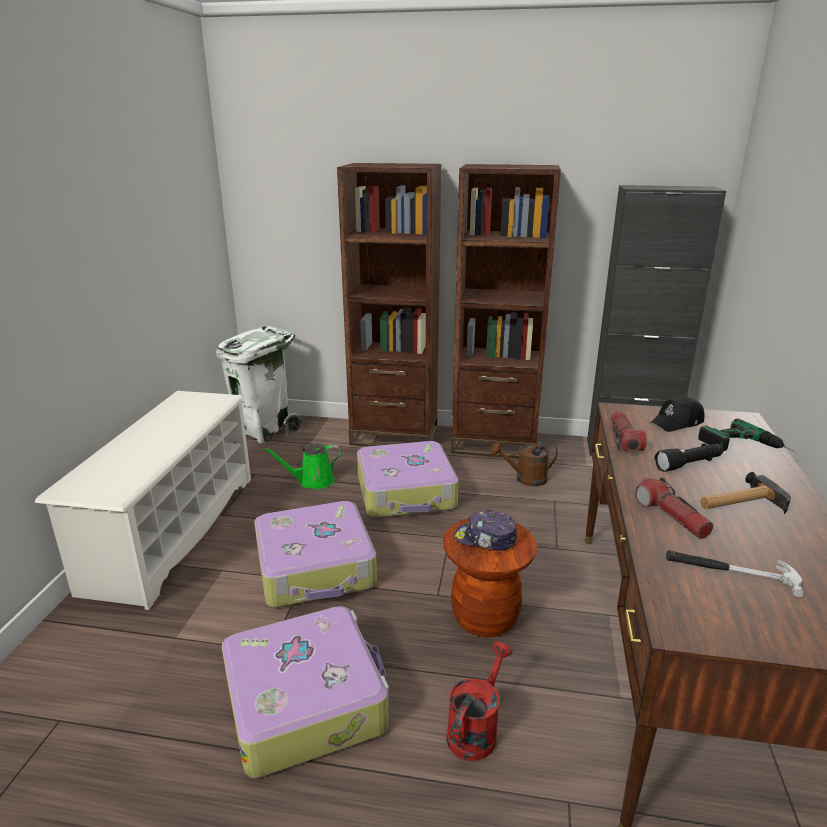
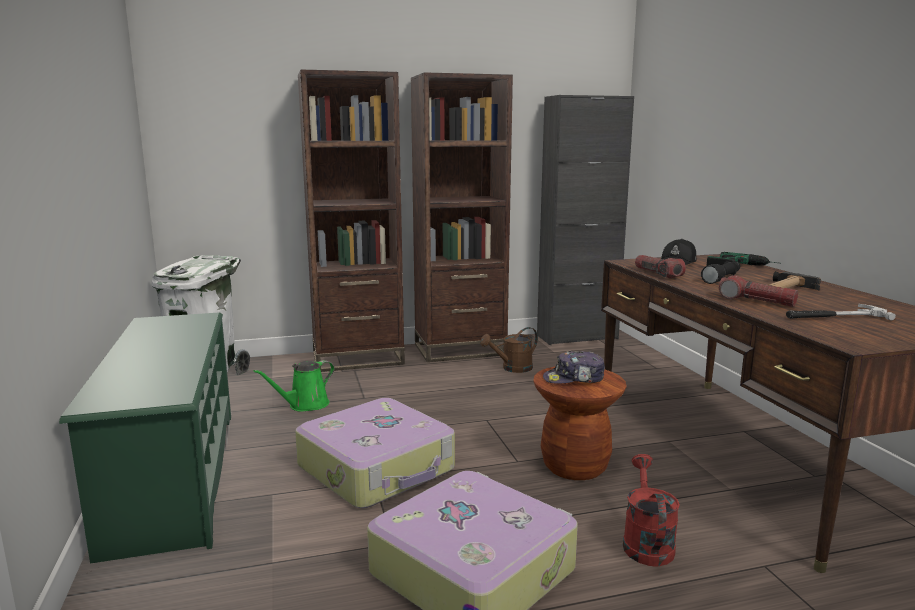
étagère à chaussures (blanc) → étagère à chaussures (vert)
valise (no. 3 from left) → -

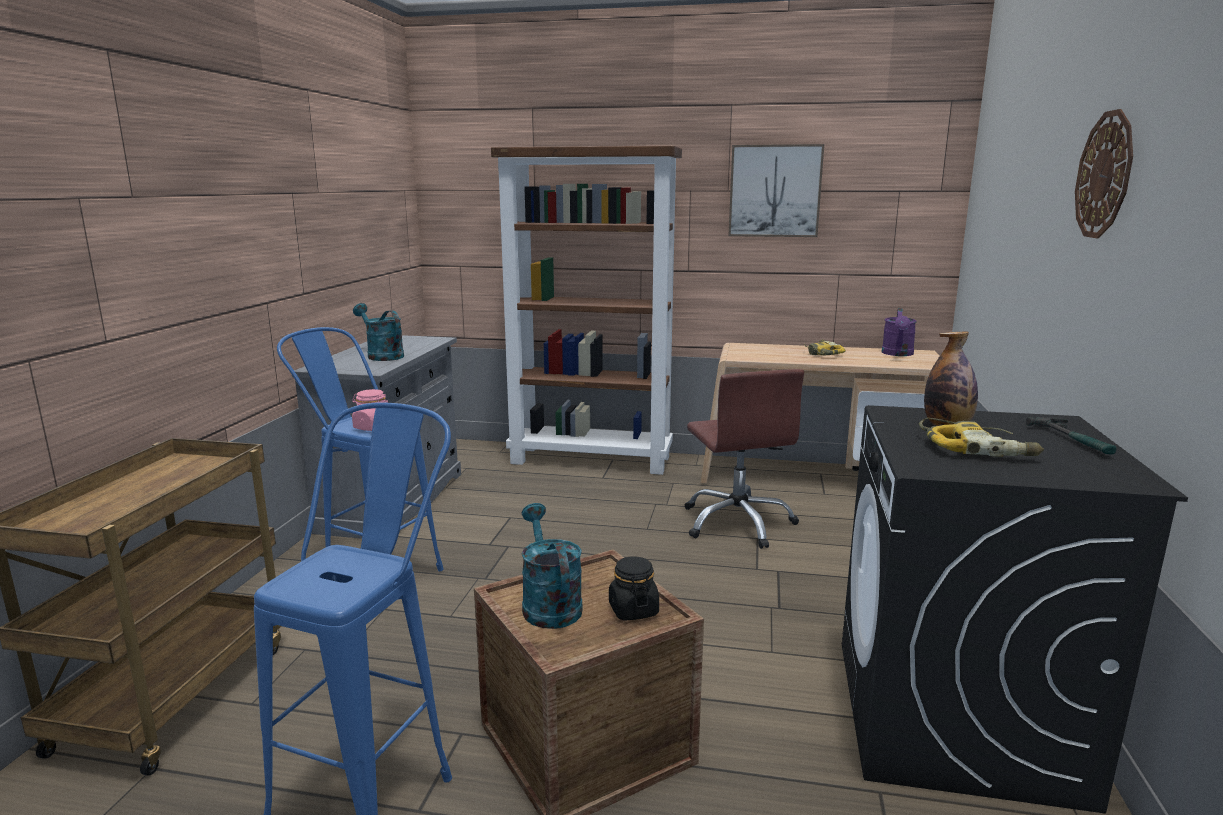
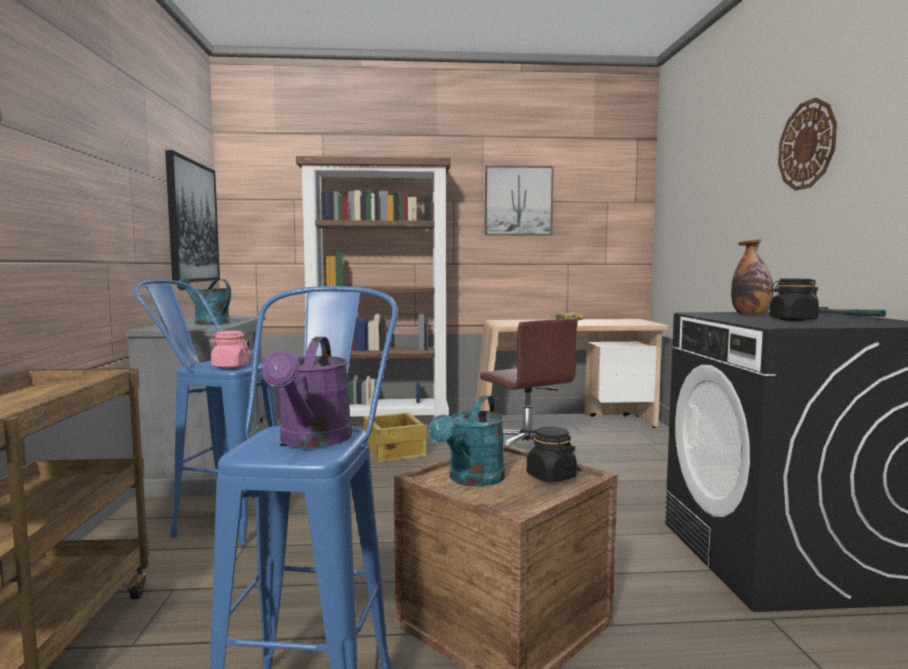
arrosoir (violet), relocated
perceuse (no. 2 from left) → bocal (noir) (no. 2 from left)
arrosoir (turquoise) (no. 2 from left), 120 degrees counterclockwise
- → tableau (no. 1 from left)
- → caisse (no. 1 from left)

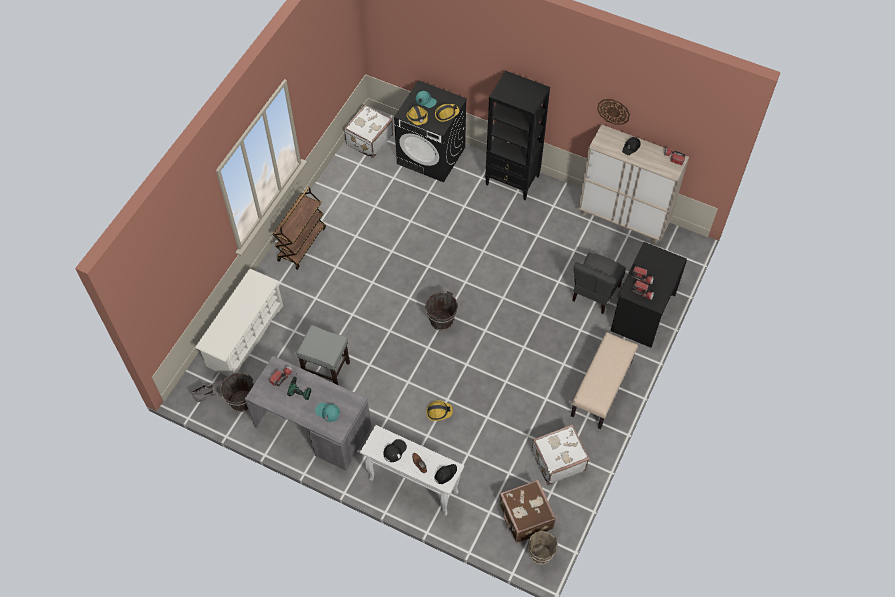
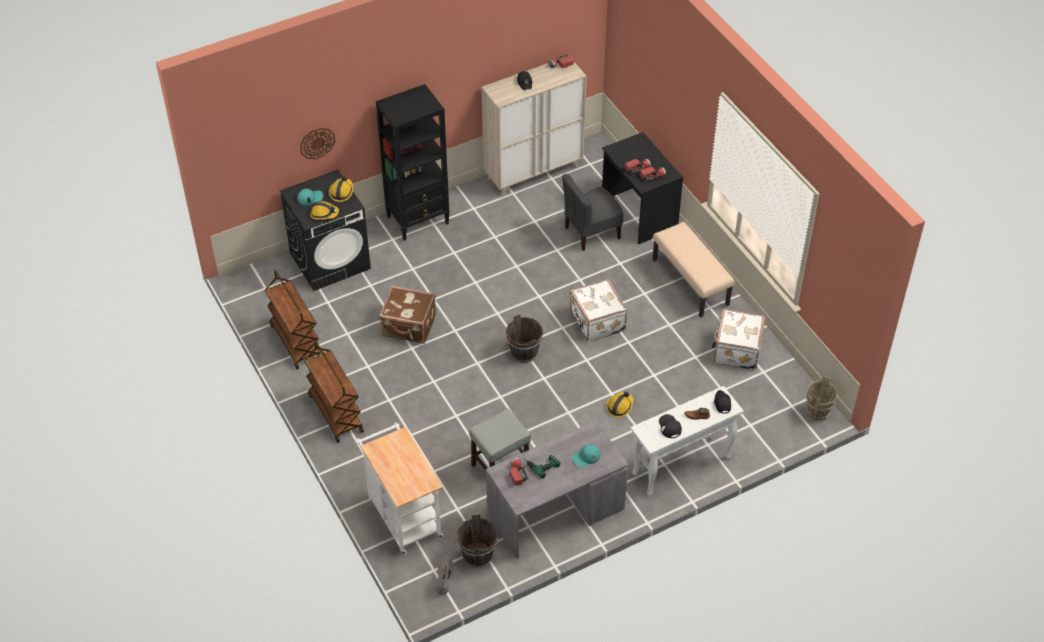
horloge murale, relocated
valise (blanc) (no. 1 from left), relocated
chaise (gris), 90 degrees clockwise
étagère à chaussures (blanc) → chariot (blanc)
valise (marron), relocated
- → chariot (marron) (no. 1 from left)

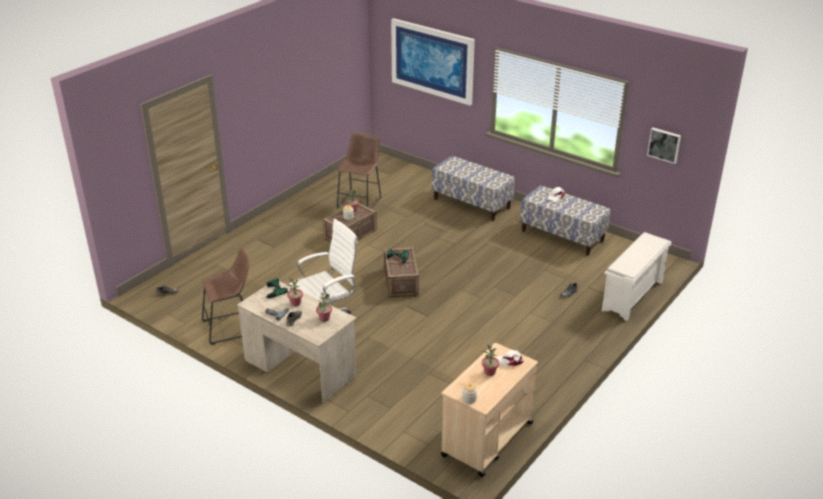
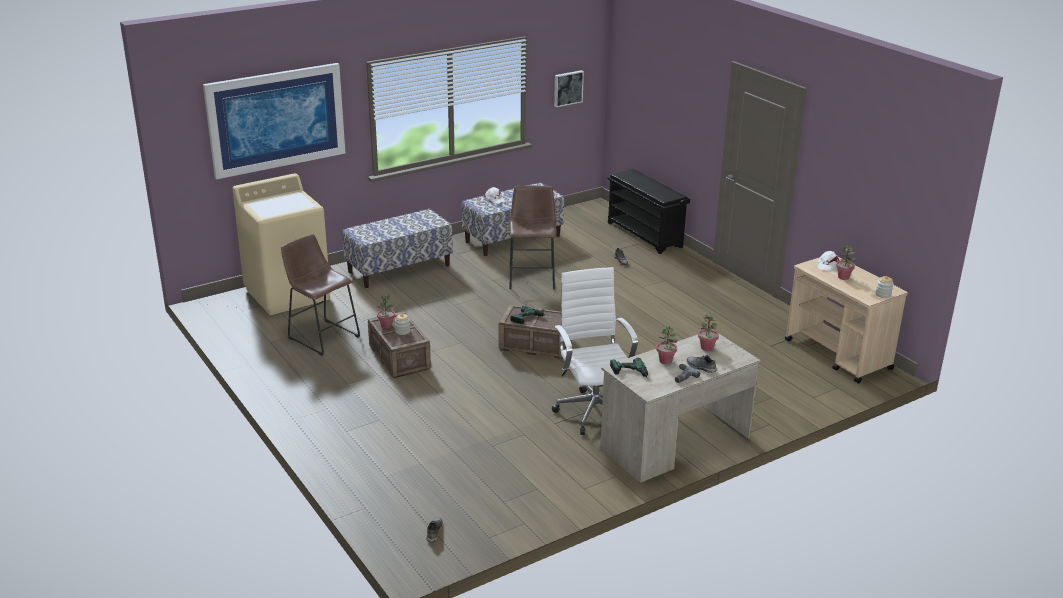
étagère à chaussures (blanc) → étagère à chaussures (noir)
tabouret (marron) (no. 1 from left in the first image) → tabouret (marron) (no. 2 from left), relocated
- → lave-linge (beige)

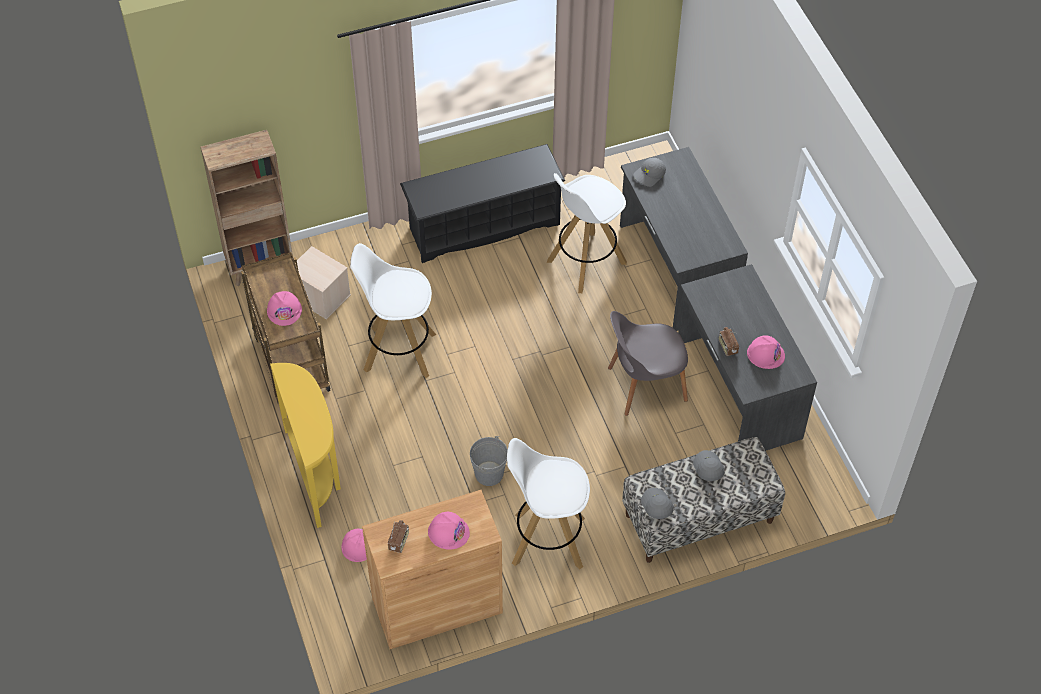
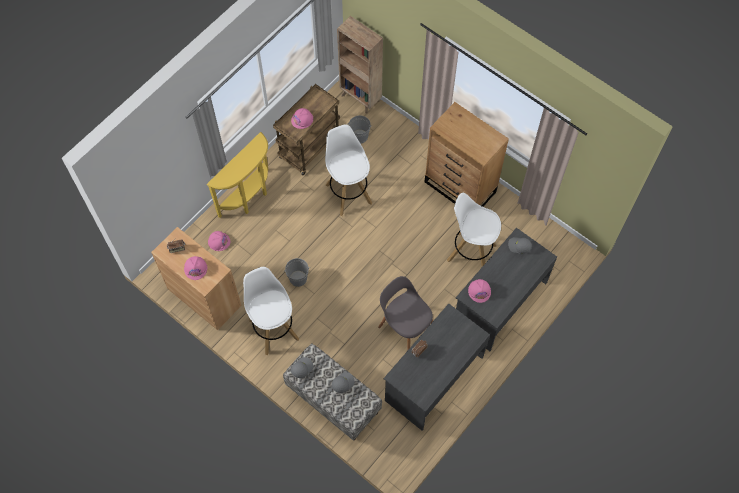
étagère à chaussures (noir) → commode (marron)
boîte de rangement (beige) → seau (gris) (no. 2 from left)
casque de chantier (rose) (no. 4 from left), relocated

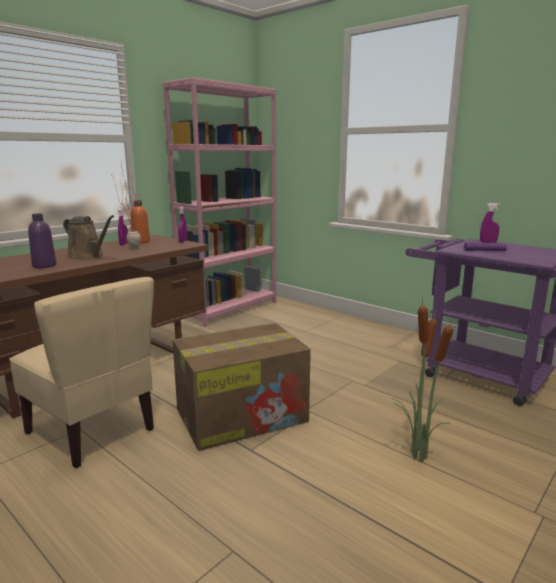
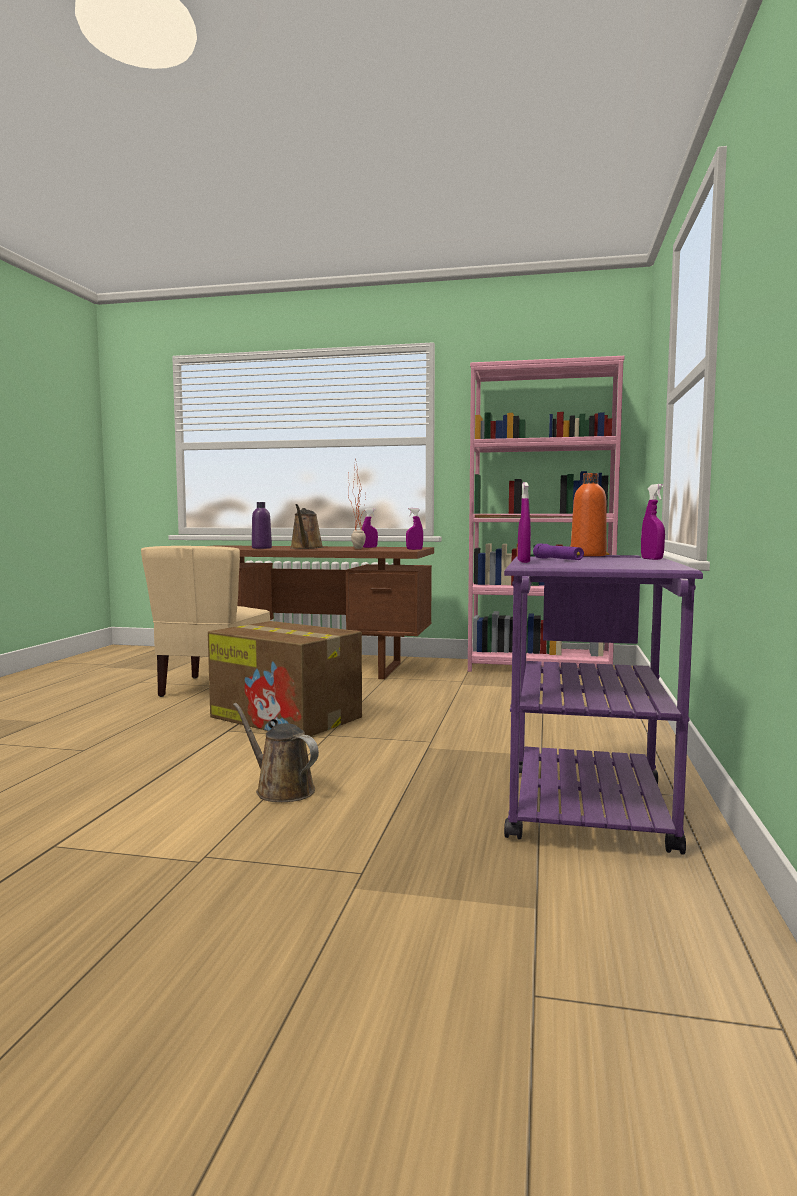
bouteille (orange), relocated
plante en pot (no. 2 from left) → arrosoir (marron) (no. 1 from left)
- → vaporisateur (violet) (no. 3 from left)

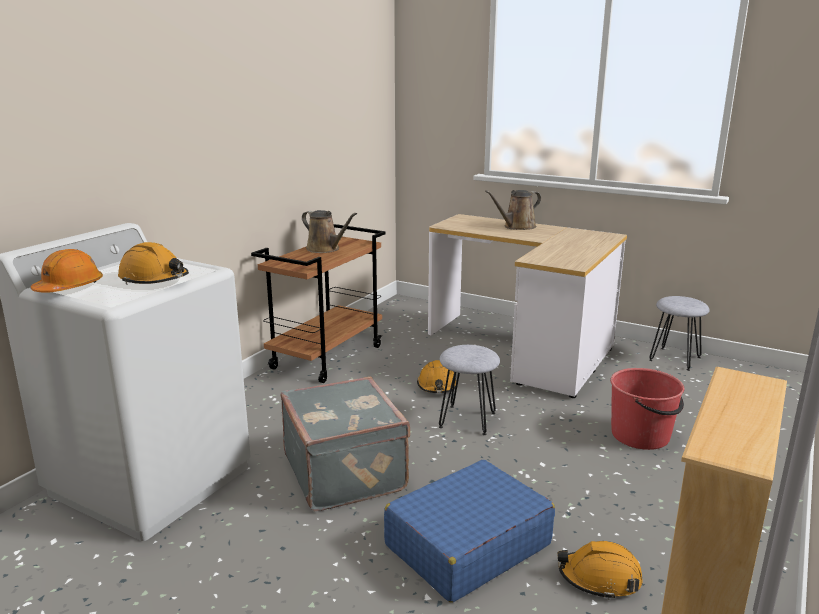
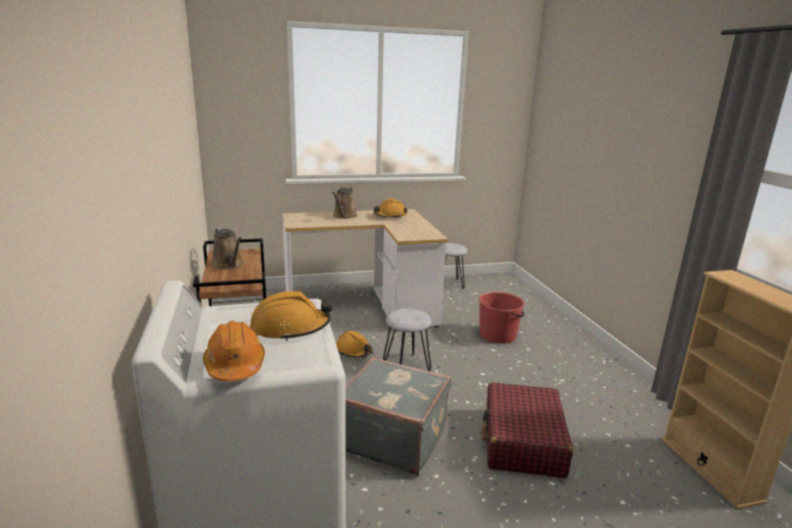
arrosoir (marron) (no. 1 from left), 60 degrees clockwise
valise (bleu) → valise (rouge)
casque de chantier (orange) (no. 4 from left), relocated

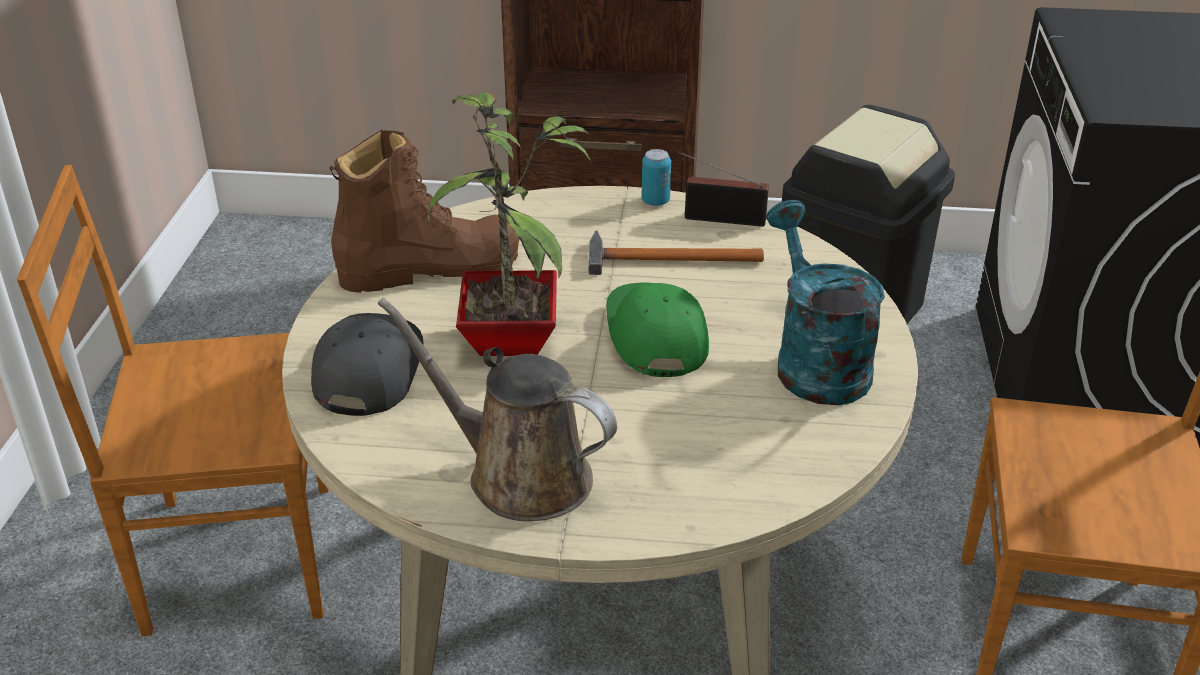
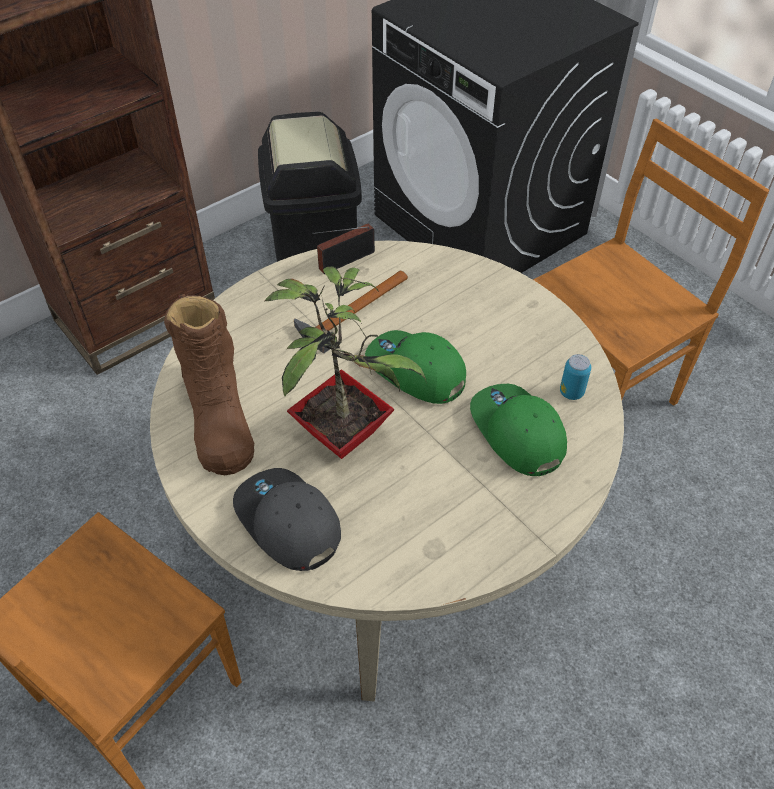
botte (marron), 135 degrees clockwise
boîte métallique, relocated
arrosoir (turquoise) → -
arrosoir (marron) → -
- → casquette (vert) (no. 2 from left)

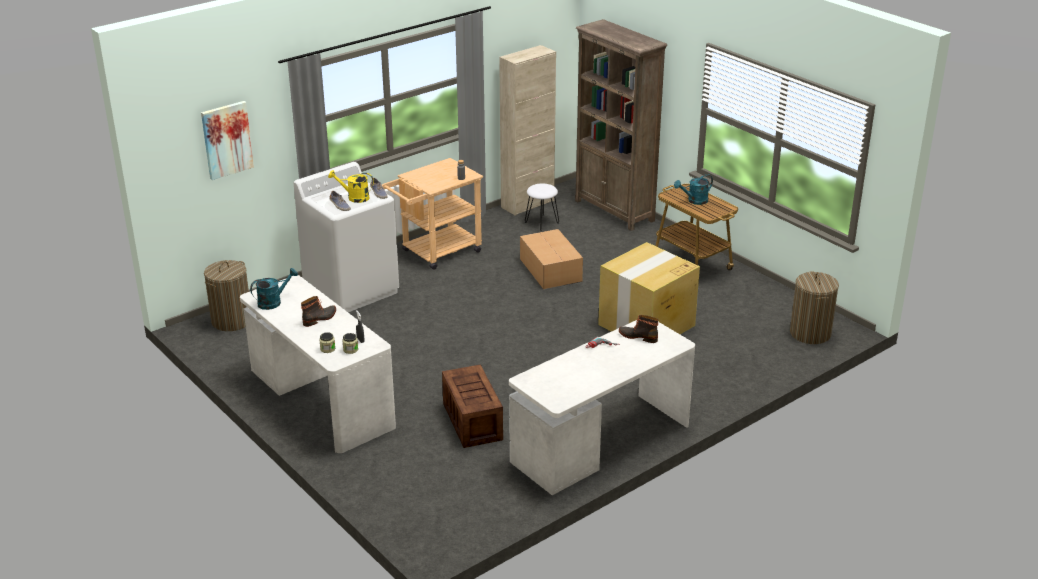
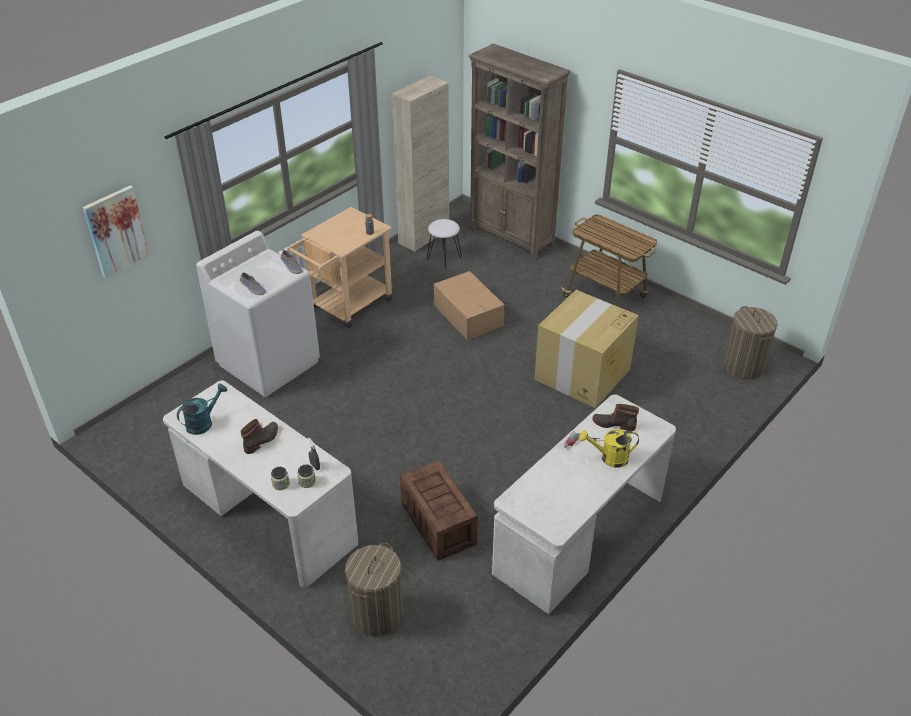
arrosoir (jaune), relocated
arrosoir (turquoise) (no. 2 from left) → -
panier à linge (no. 1 from left), relocated

